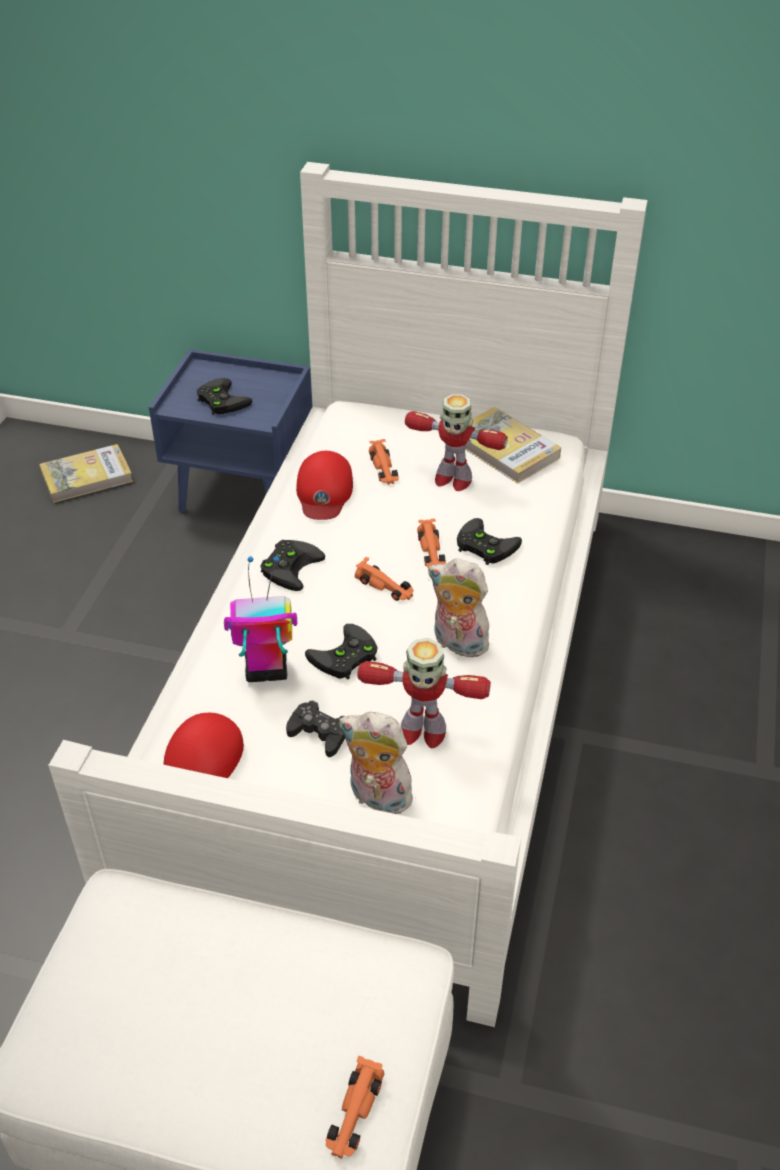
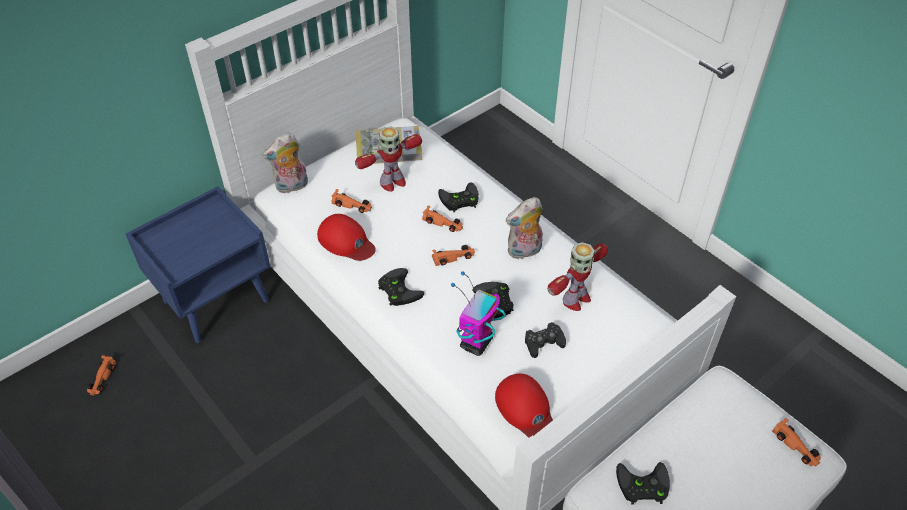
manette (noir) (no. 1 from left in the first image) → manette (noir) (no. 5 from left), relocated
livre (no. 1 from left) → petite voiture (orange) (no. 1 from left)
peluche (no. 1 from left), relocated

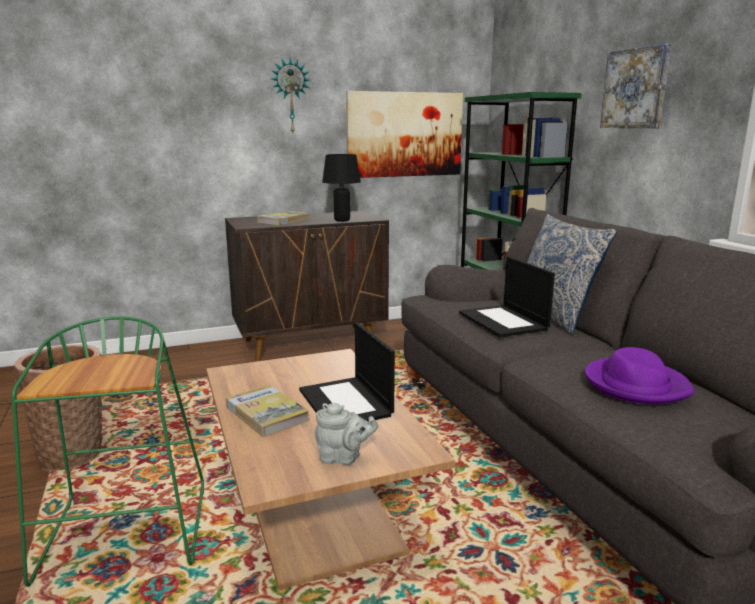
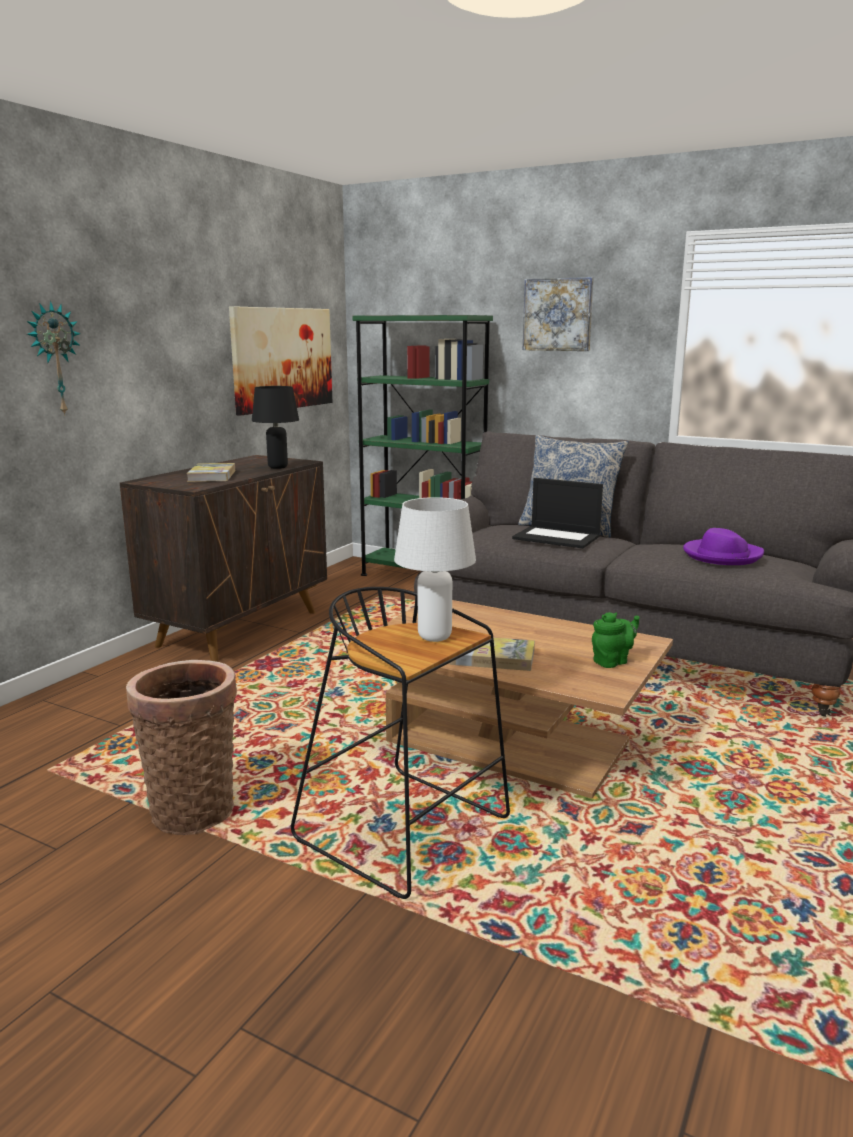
horloge murale, relocated
tabouret (vert) → tabouret (noir)
ordinateur portable (no. 1 from left) → -
théière (gris) → théière (vert)
- → lampe de table (blanc)

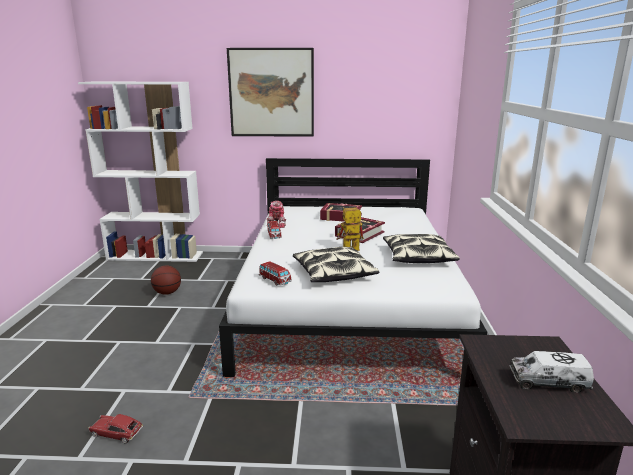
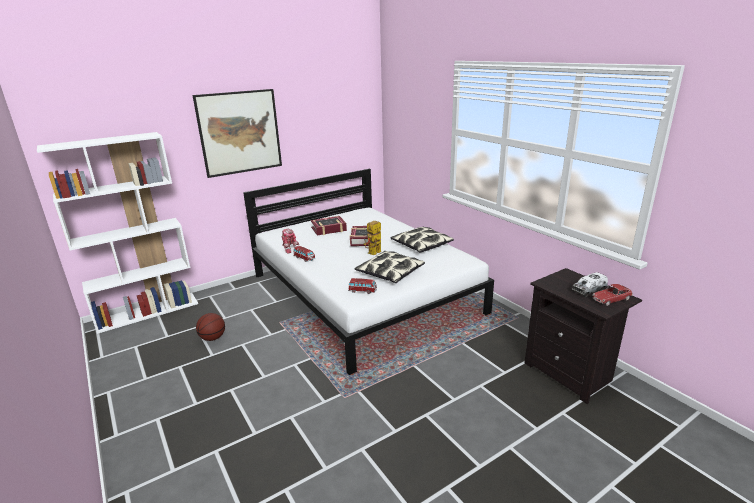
petite voiture (no. 1 from left in the first image) → petite voiture (no. 3 from left), relocated

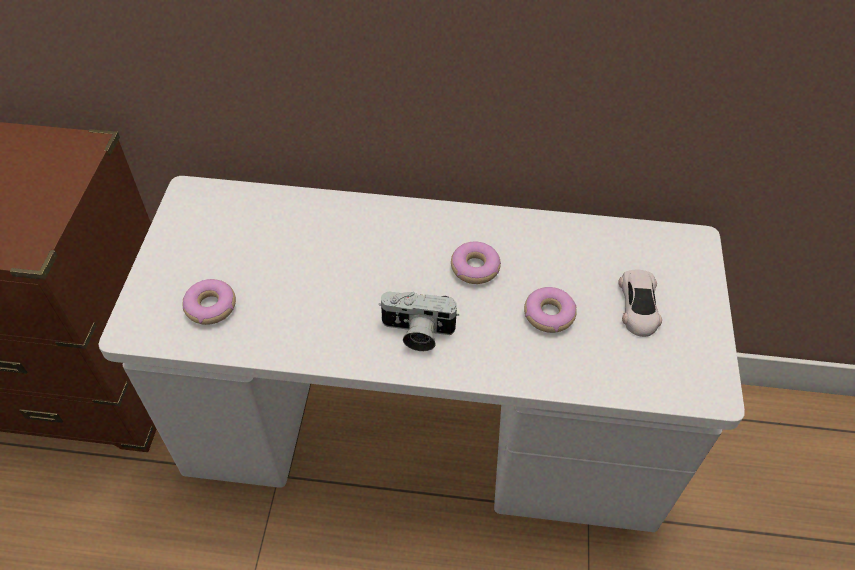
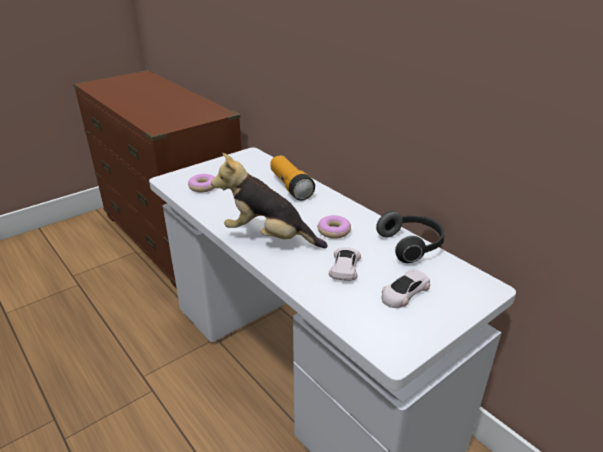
beignet (no. 3 from left) → petite voiture (blanc) (no. 1 from left)
appareil photo → peluche
- → lampe de poche
- → casque audio

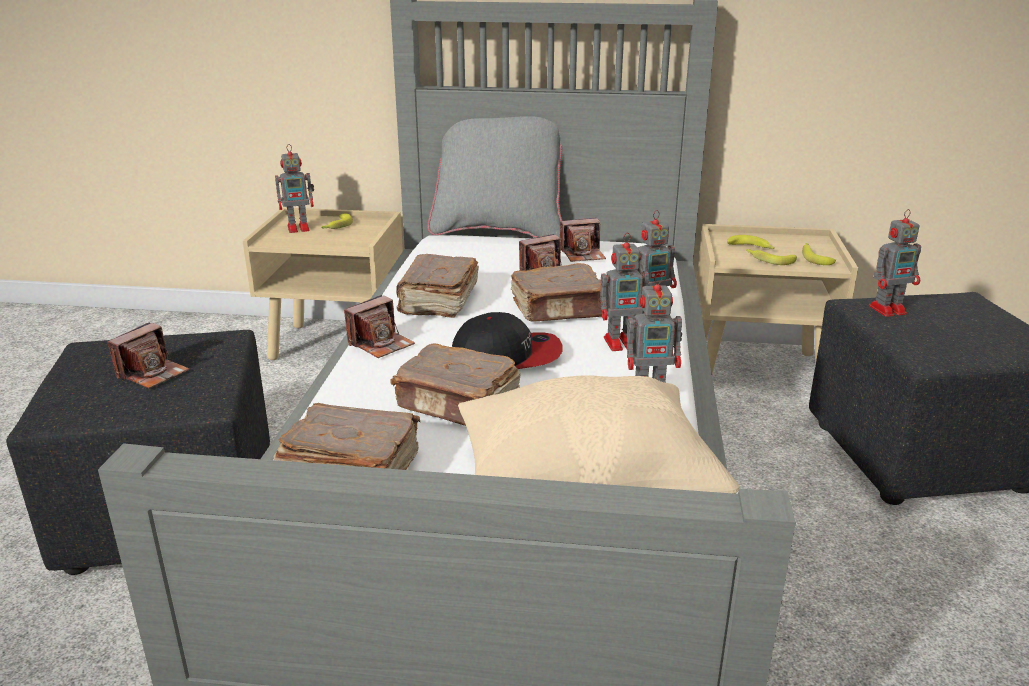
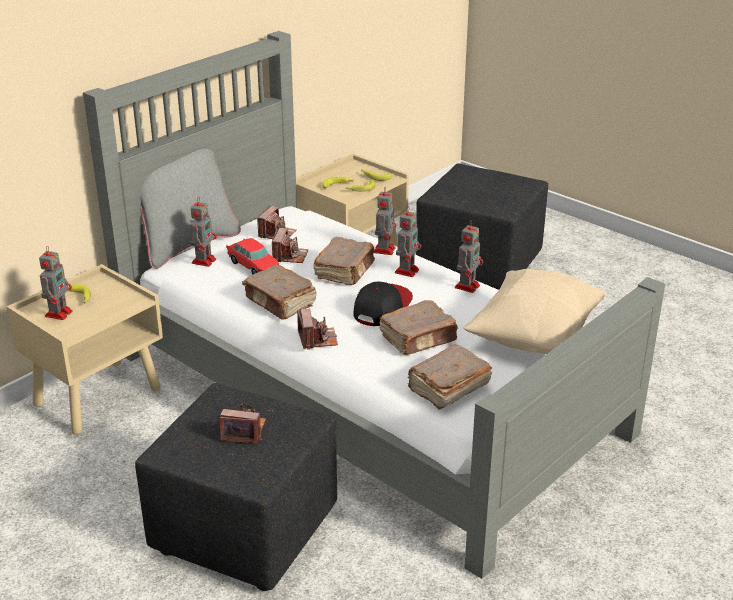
robot jouet (no. 5 from left in the first image) → robot jouet (no. 2 from left), relocated
appareil photo (no. 1 from left), 60 degrees counterclockwise
- → petite voiture

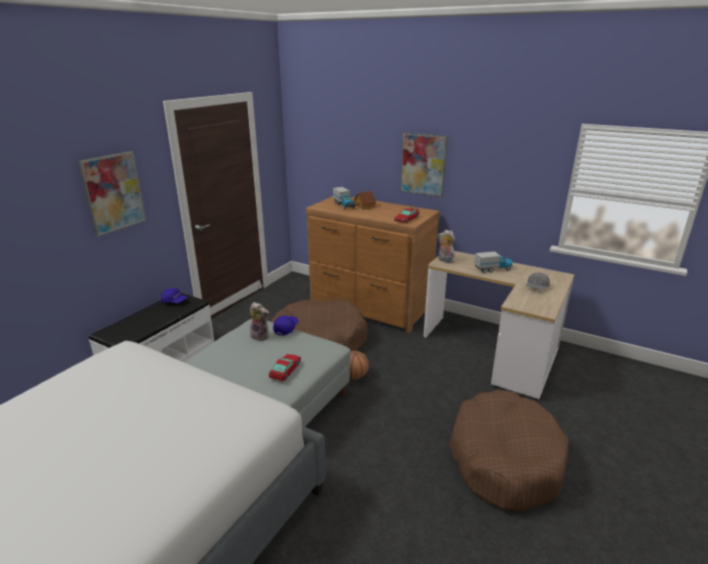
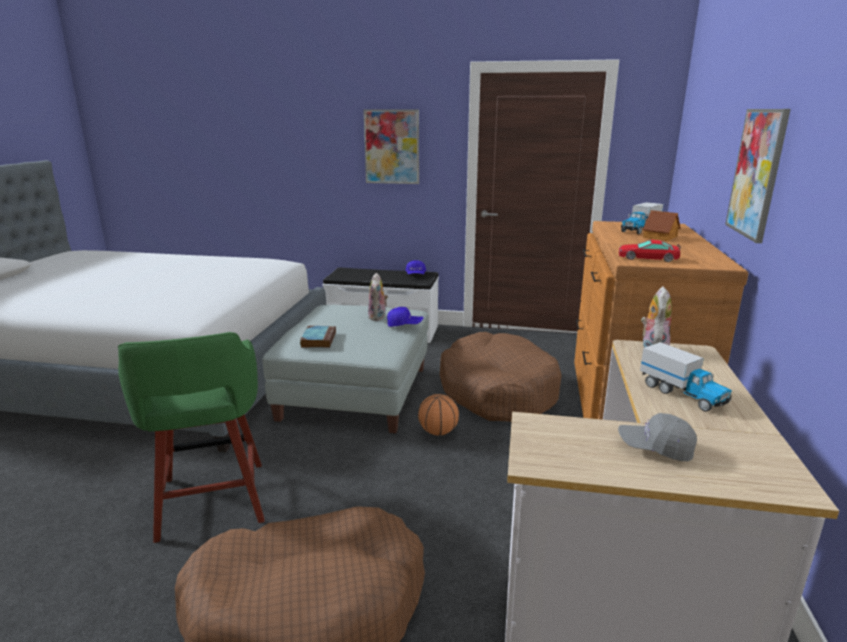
petite voiture (no. 1 from left) → livre
- → tabouret (vert)

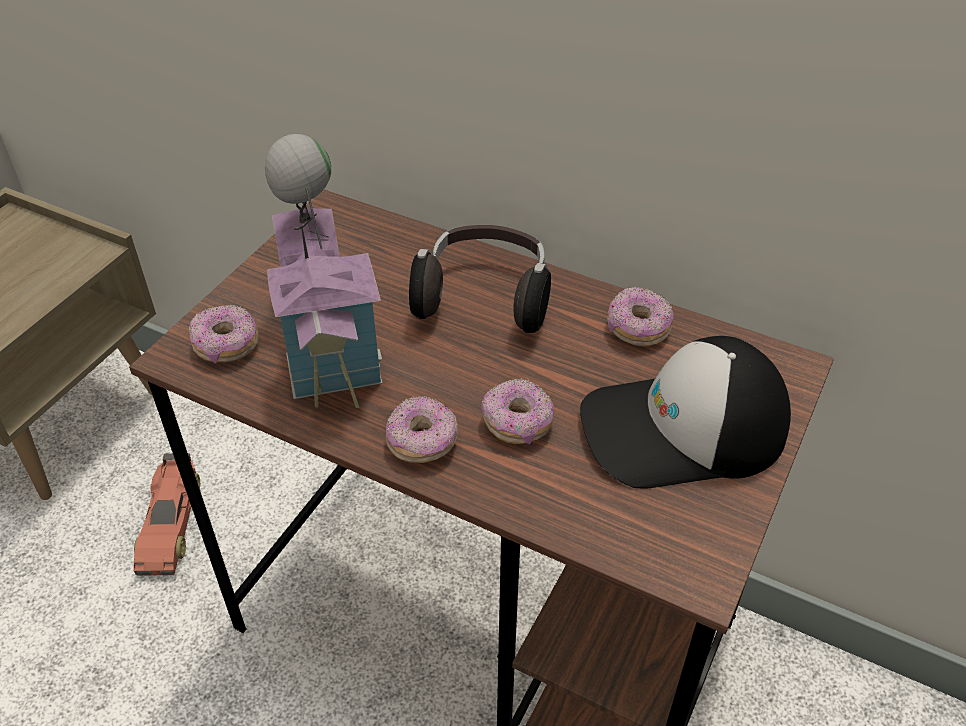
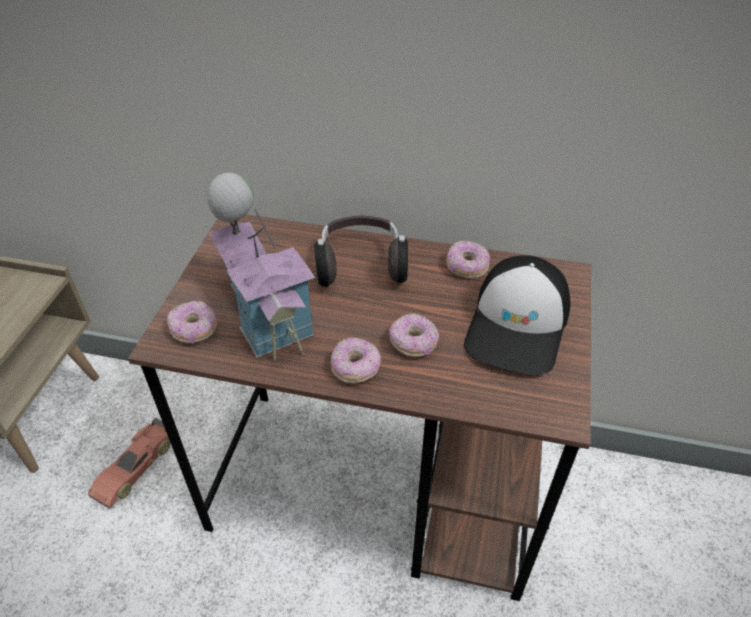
casquette, 45 degrees counterclockwise
petite voiture, 45 degrees clockwise

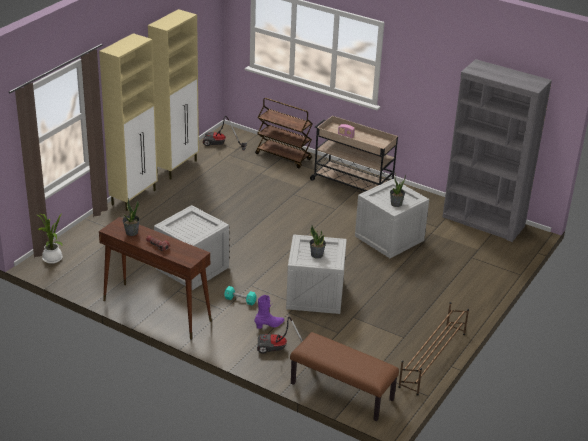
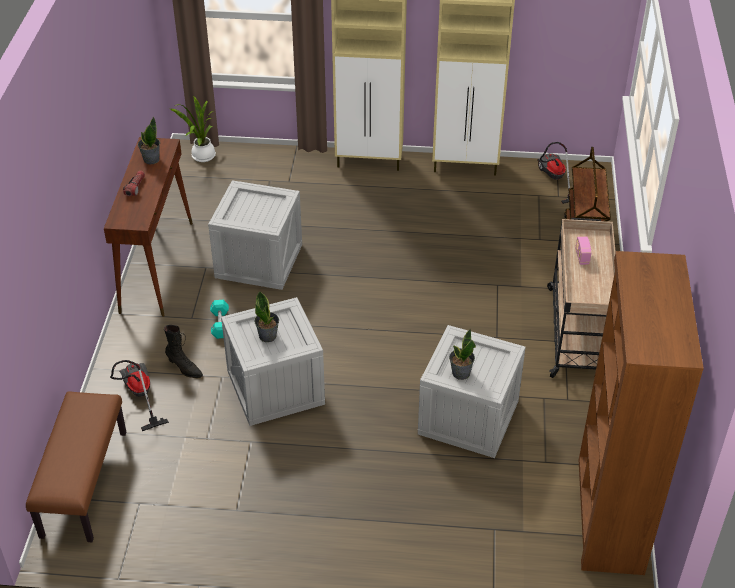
bibliothèque (gris) → bibliothèque (marron)
botte (violet) → botte (noir)
étagère à chaussures (marron) → -

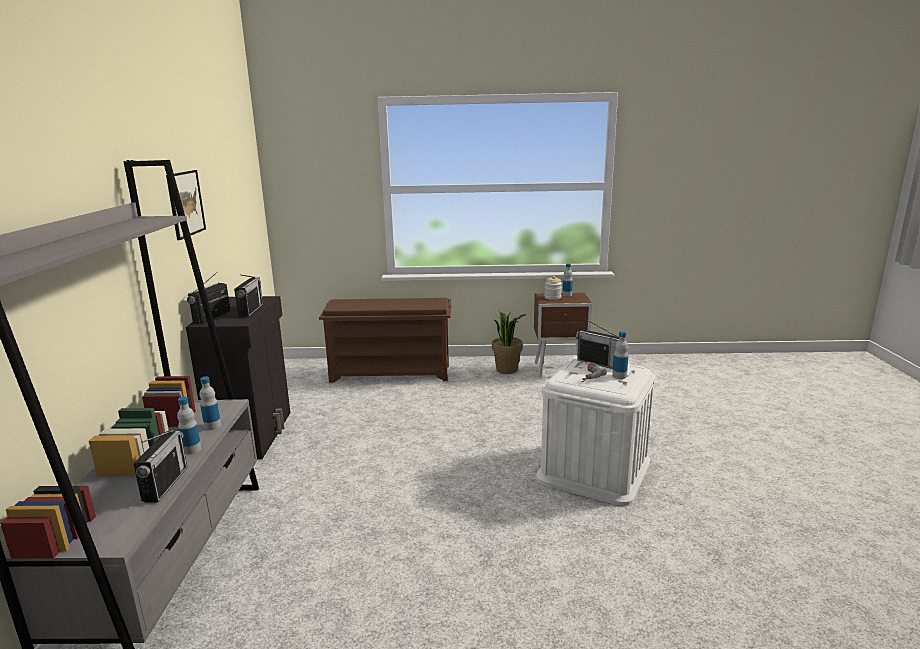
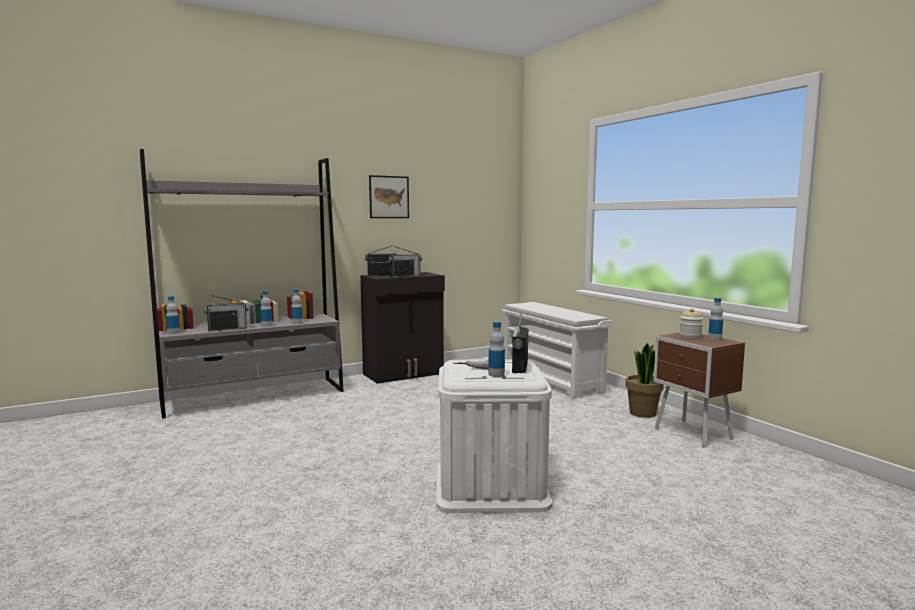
étagère à chaussures (marron) → étagère à chaussures (blanc)
- → bouteille (no. 1 from left)

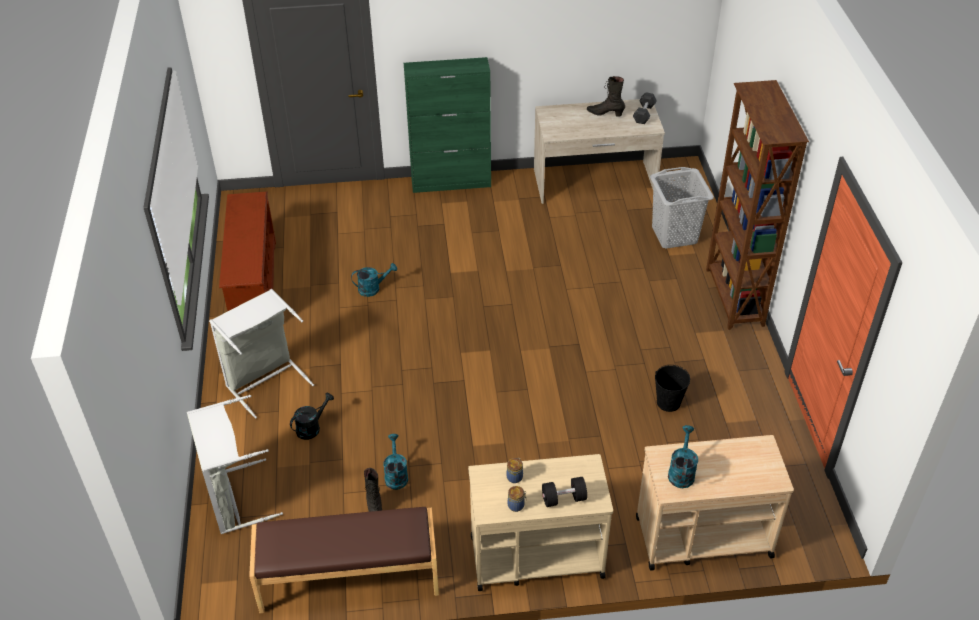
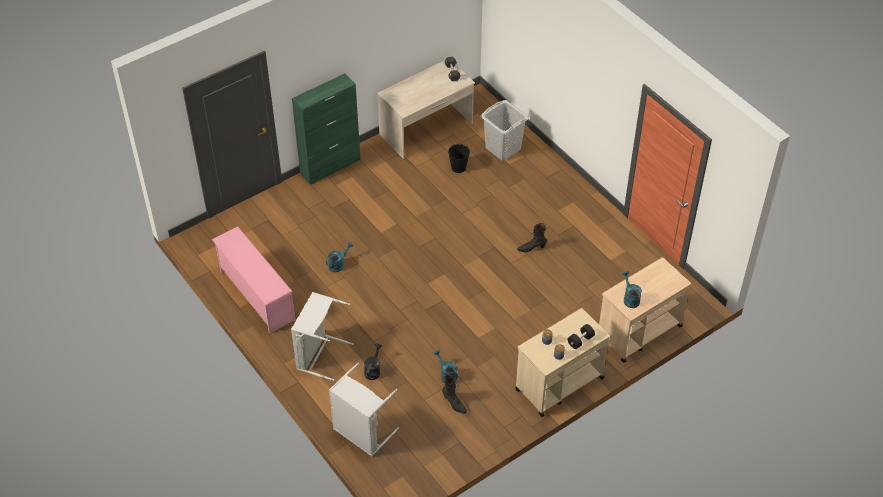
botte (noir) (no. 2 from left), relocated
bibliothèque (marron) → -
étagère à chaussures (marron) → étagère à chaussures (rose)
seau (noir), relocated
banc (marron) → -

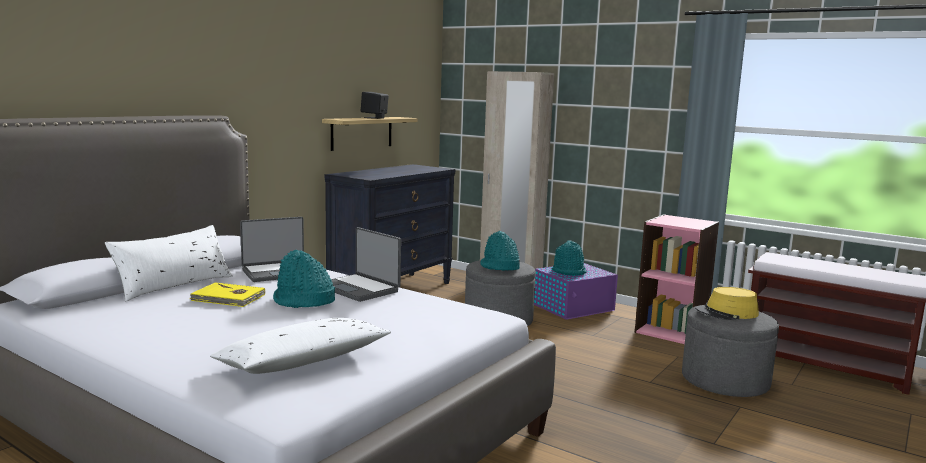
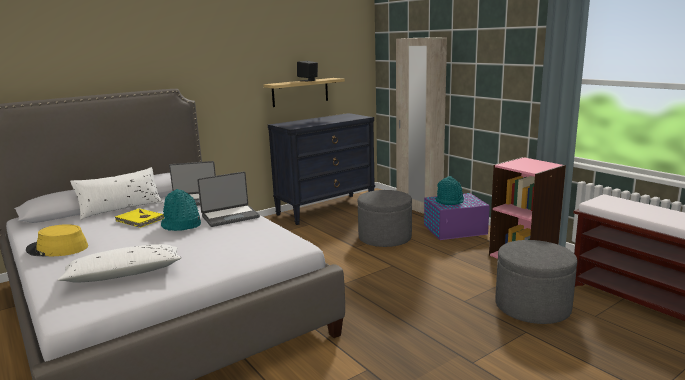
ordinateur portable (no. 2 from left), 90 degrees counterclockwise
chapeau (turquoise) (no. 2 from left) → -
chapeau (jaune), relocated

